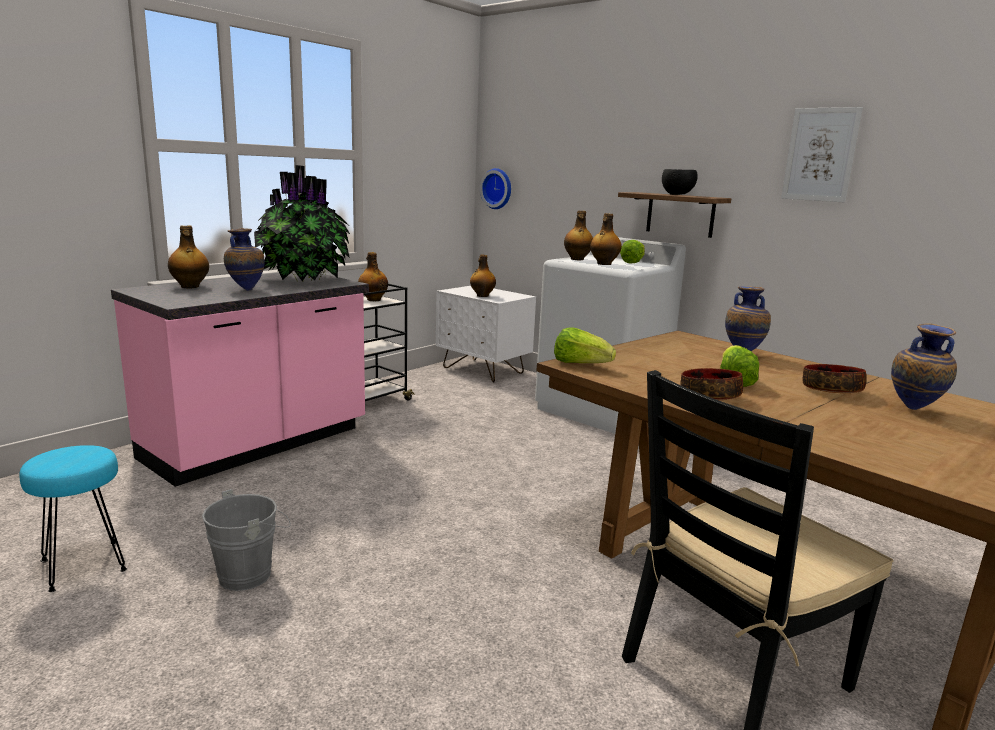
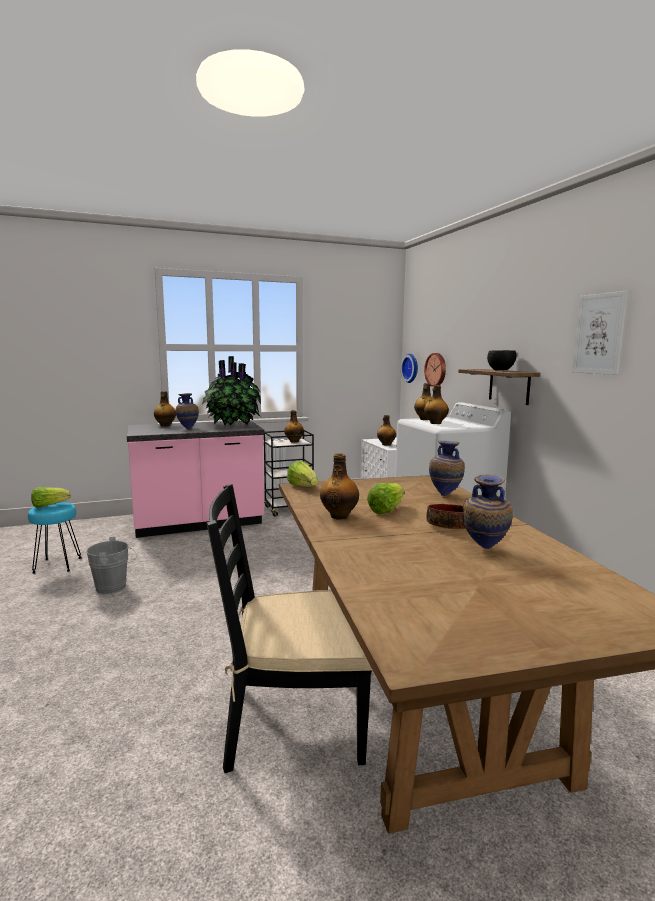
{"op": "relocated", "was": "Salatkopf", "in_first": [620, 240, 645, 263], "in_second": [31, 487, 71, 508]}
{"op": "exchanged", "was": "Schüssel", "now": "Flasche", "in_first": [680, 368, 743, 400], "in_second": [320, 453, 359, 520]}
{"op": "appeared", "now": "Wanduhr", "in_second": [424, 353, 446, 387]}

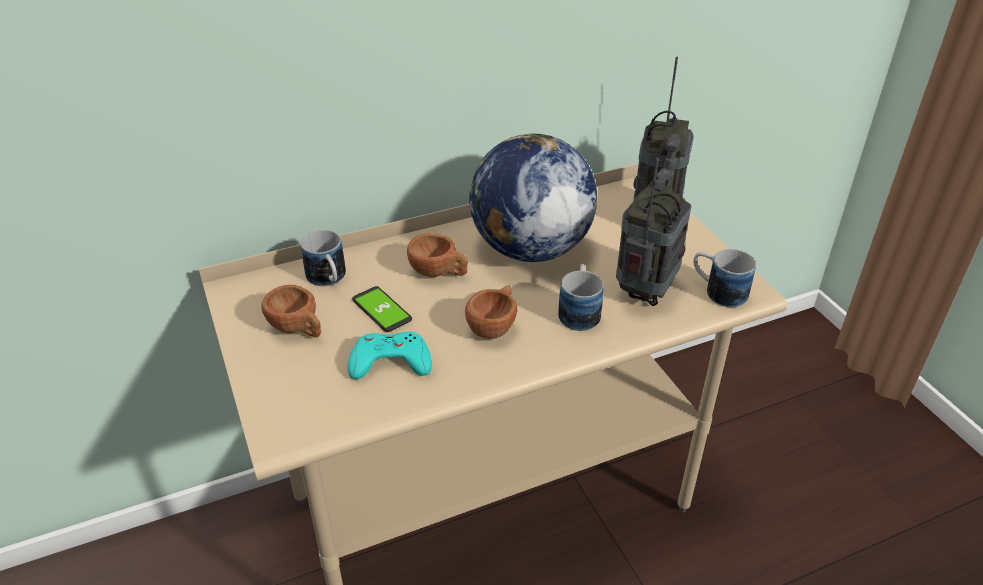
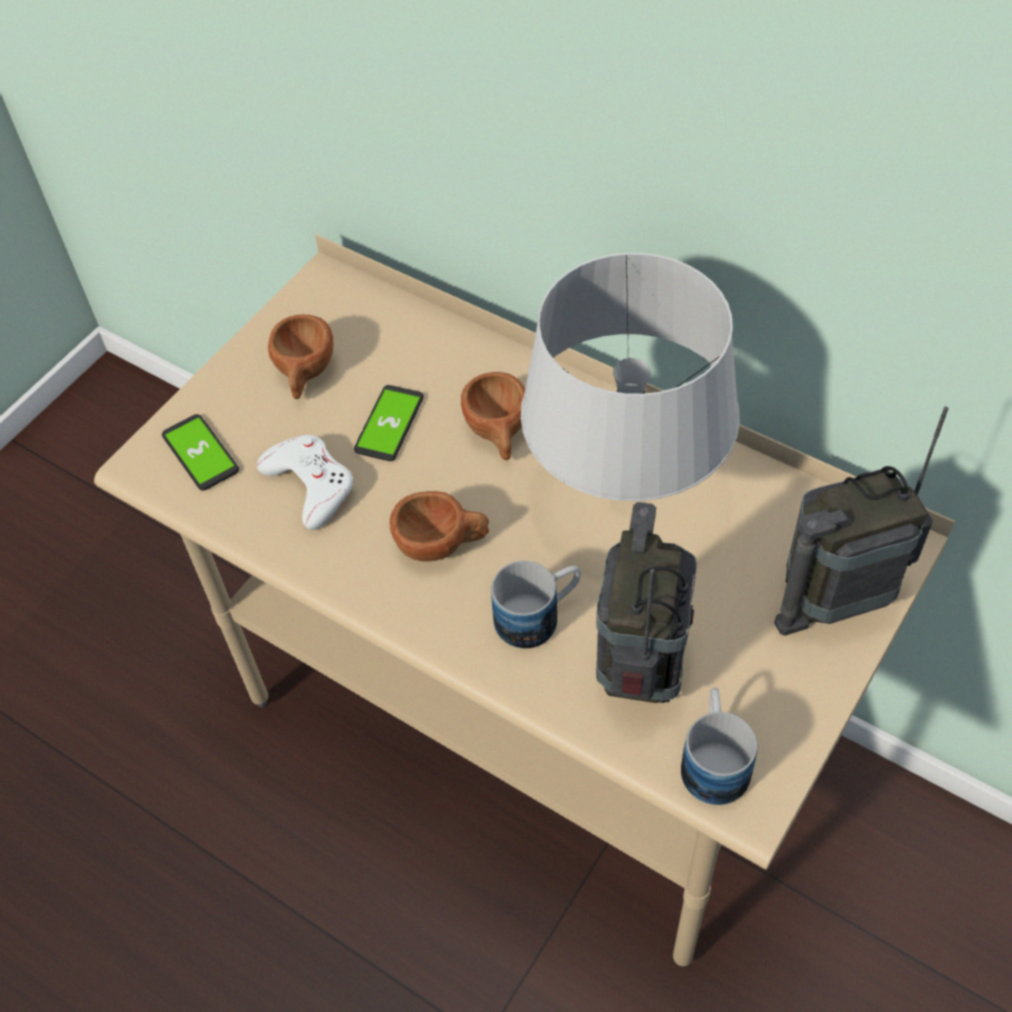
{"op": "appeared", "now": "Handy", "in_second": [162, 414, 239, 491]}
{"op": "colour", "was": "Gamepad [türkis]", "now": "Gamepad [weiß]", "in_first": [348, 332, 432, 379], "in_second": [257, 435, 353, 530]}
{"op": "exchanged", "was": "Globus", "now": "Tischlampe [grau]", "in_first": [469, 134, 597, 262], "in_second": [521, 253, 740, 501]}
{"op": "spun", "was": "Radio", "in_first": [616, 158, 691, 306], "in_second": [596, 502, 697, 703], "clockwise": -75}
{"op": "missing", "was": "Henkelbecher", "in_first": [301, 230, 346, 286]}

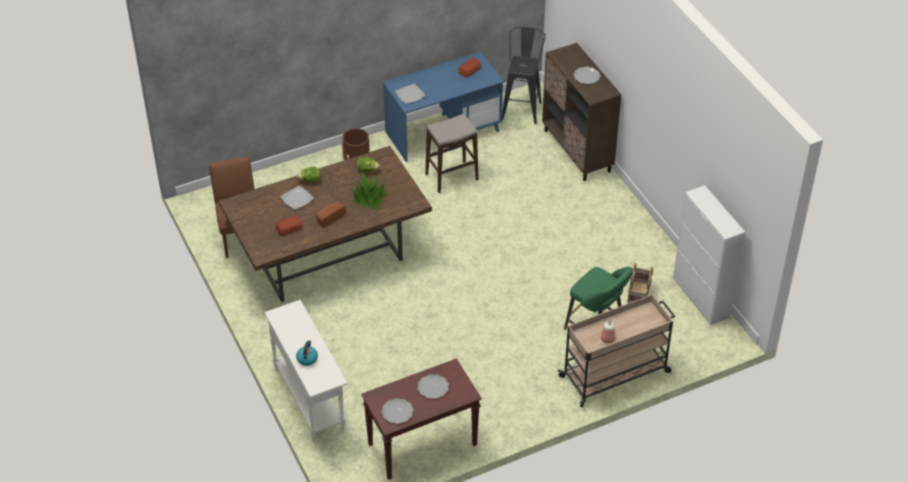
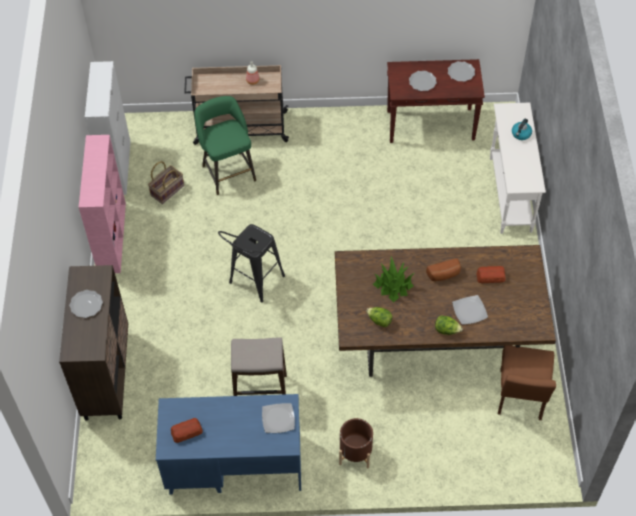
{"op": "appeared", "now": "Bücherregal [rosa]", "in_second": [79, 135, 126, 273]}
{"op": "relocated", "was": "Hocker [schwarz]", "in_first": [502, 27, 546, 124], "in_second": [218, 224, 285, 303]}

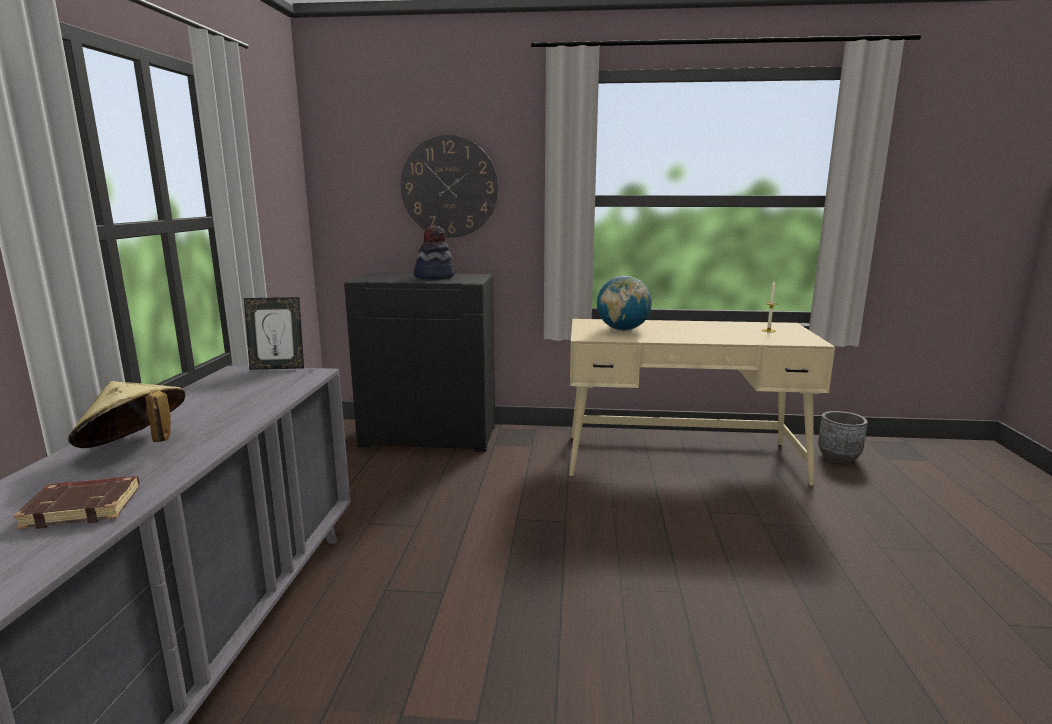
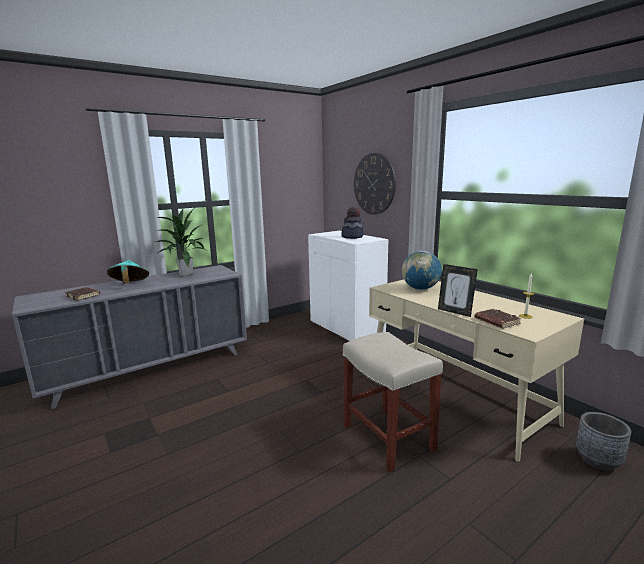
{"op": "colour", "was": "Hut [beige]", "now": "Hut [türkis]", "in_first": [68, 381, 185, 448], "in_second": [107, 260, 149, 283]}
{"op": "appeared", "now": "Topfpflanze", "in_second": [155, 209, 206, 277]}
{"op": "colour", "was": "Schrank [schwarz]", "now": "Schrank [weiß]", "in_first": [344, 273, 495, 452], "in_second": [308, 231, 388, 341]}
{"op": "appeared", "now": "Hocker [beige]", "in_second": [343, 332, 443, 472]}
{"op": "relocated", "was": "Bilderrahmen", "in_first": [244, 297, 304, 370], "in_second": [438, 264, 478, 317]}
{"op": "appeared", "now": "Buch [braun]", "in_second": [475, 309, 522, 329]}

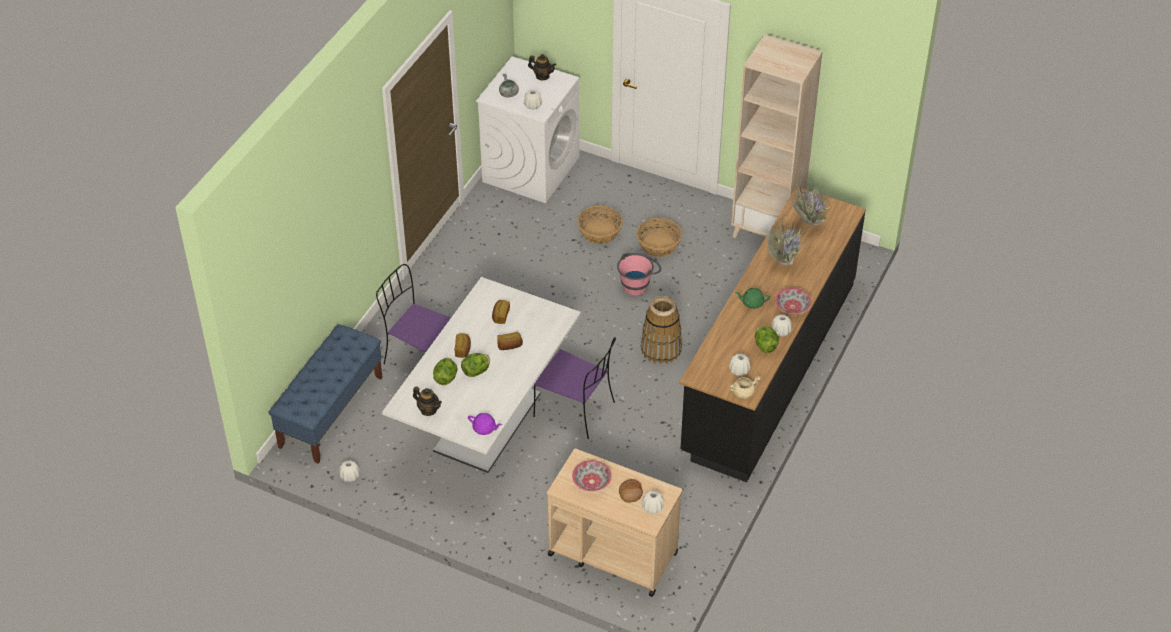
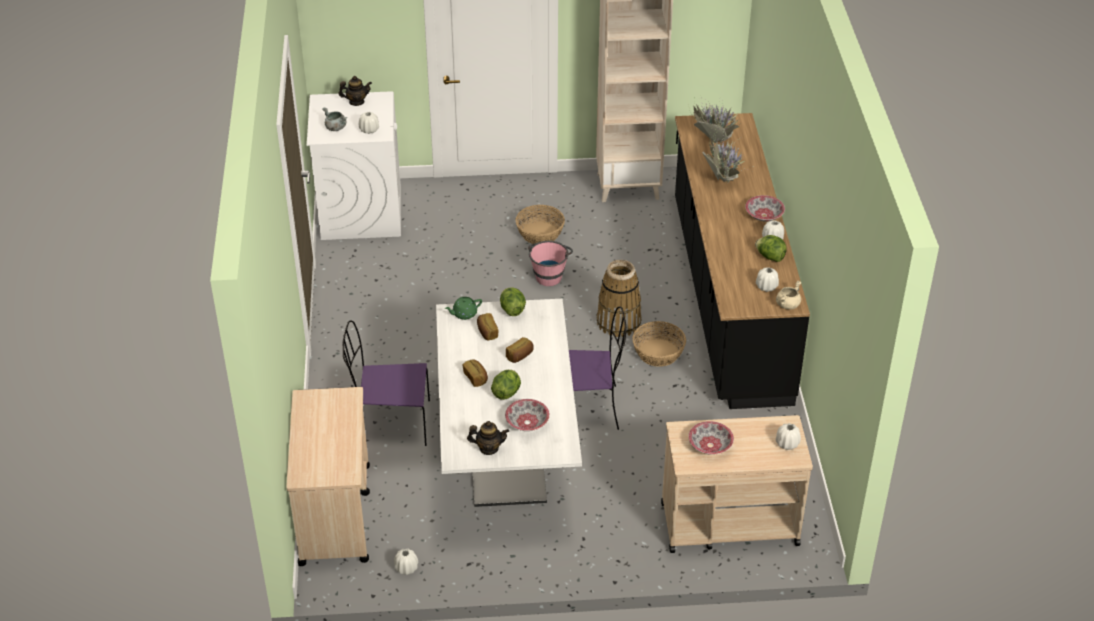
{"op": "exchanged", "was": "Bank [blau]", "now": "Rollwagen [beige]", "in_first": [269, 324, 383, 464], "in_second": [286, 387, 370, 566]}
{"op": "relocated", "was": "Teekanne [grün]", "in_first": [735, 288, 770, 309], "in_second": [445, 297, 482, 320]}
{"op": "relocated", "was": "Salatkopf", "in_first": [433, 358, 457, 385], "in_second": [500, 287, 526, 316]}
{"op": "appeared", "now": "Schüssel", "in_second": [505, 399, 550, 431]}
{"op": "relocated", "was": "Korb", "in_first": [577, 205, 623, 244], "in_second": [632, 321, 686, 367]}
{"op": "missing", "was": "Teekanne [lila]", "in_first": [468, 413, 502, 435]}
{"op": "missing", "was": "Brot", "in_first": [619, 479, 643, 503]}

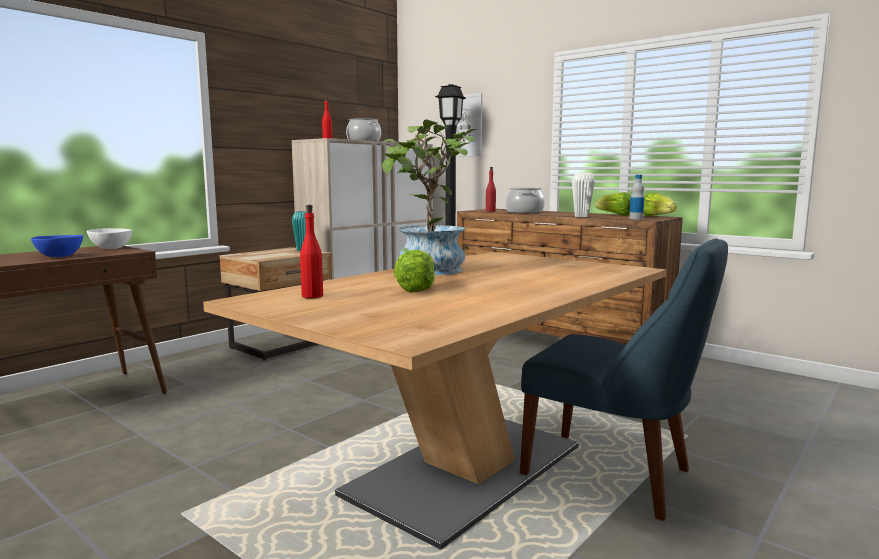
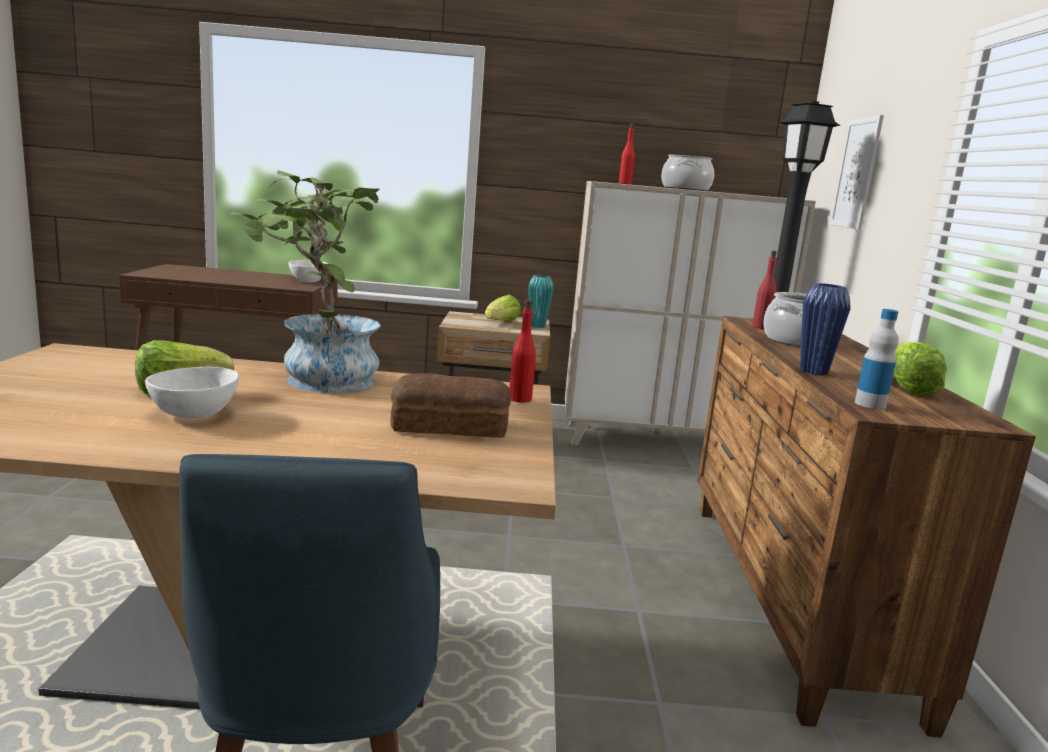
{"op": "appeared", "now": "Schüssel [weiß]", "in_second": [145, 367, 239, 418]}
{"op": "appeared", "now": "Brot", "in_second": [390, 373, 511, 438]}
{"op": "relocated", "was": "Salatkopf", "in_first": [643, 192, 677, 216], "in_second": [485, 294, 521, 321]}
{"op": "relocated", "was": "Flasche [rot]", "in_first": [300, 205, 323, 298], "in_second": [510, 299, 536, 403]}
{"op": "colour", "was": "Vase [weiß]", "now": "Vase [blau]", "in_first": [572, 172, 595, 217], "in_second": [800, 283, 850, 375]}
{"op": "missing", "was": "Schüssel [blau]", "in_first": [31, 235, 83, 257]}

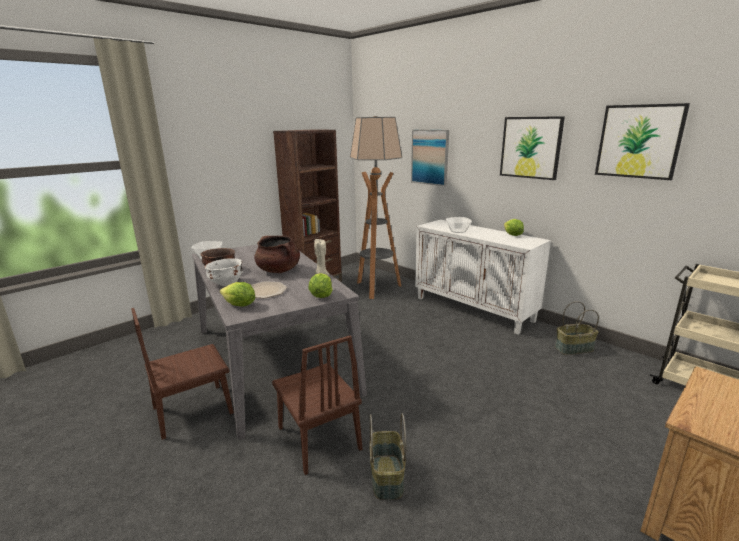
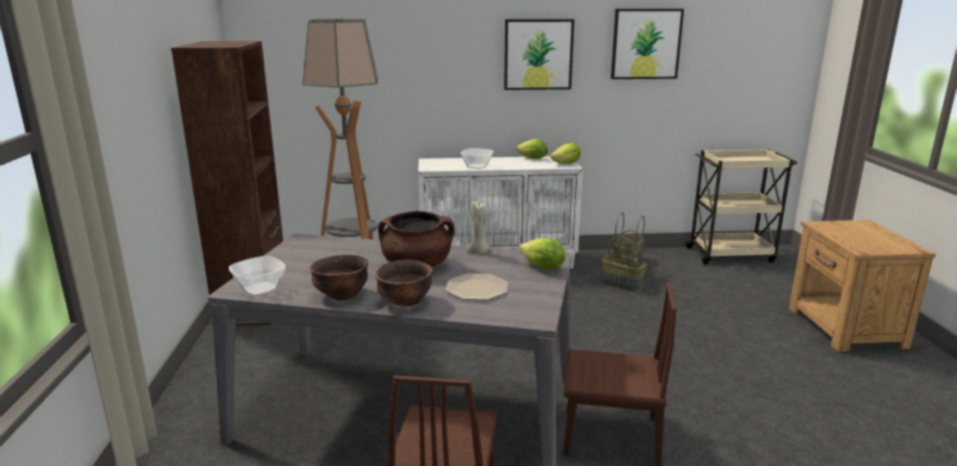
{"op": "colour", "was": "Schüssel [weiß]", "now": "Schüssel [braun]", "in_first": [204, 258, 243, 286], "in_second": [375, 259, 432, 306]}
{"op": "relocated", "was": "Salatkopf", "in_first": [220, 282, 255, 307], "in_second": [550, 143, 581, 164]}
{"op": "relocated", "was": "Korb", "in_first": [369, 413, 406, 500], "in_second": [601, 230, 647, 292]}
{"op": "missing", "was": "Bild", "in_first": [411, 130, 449, 186]}

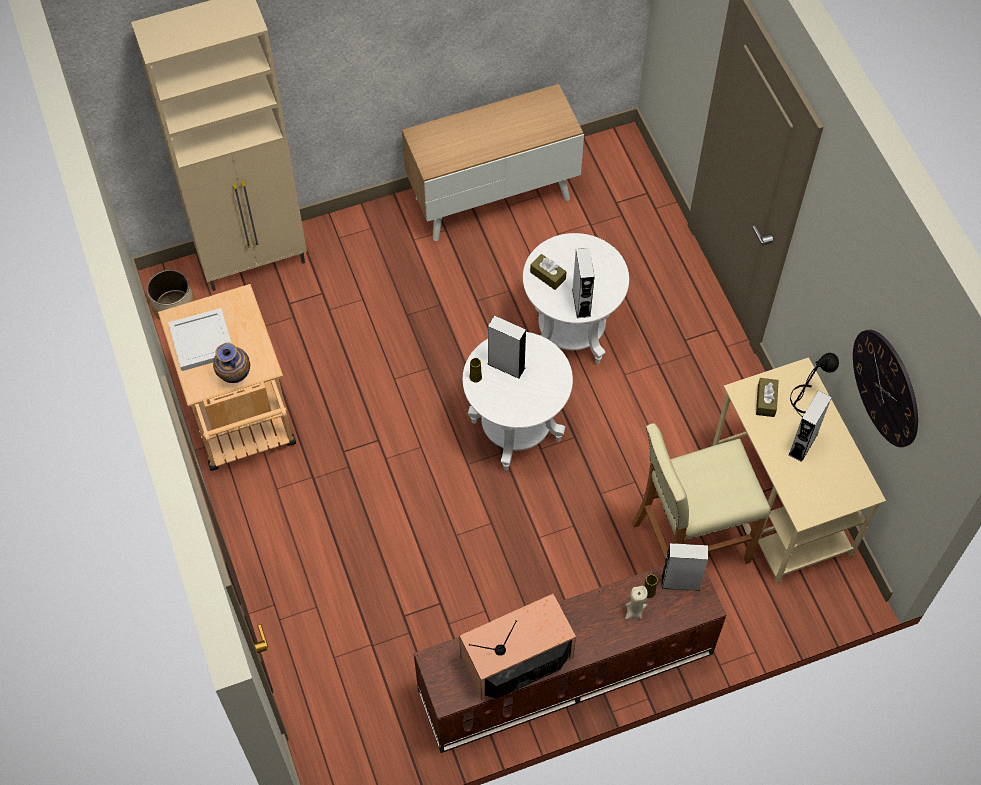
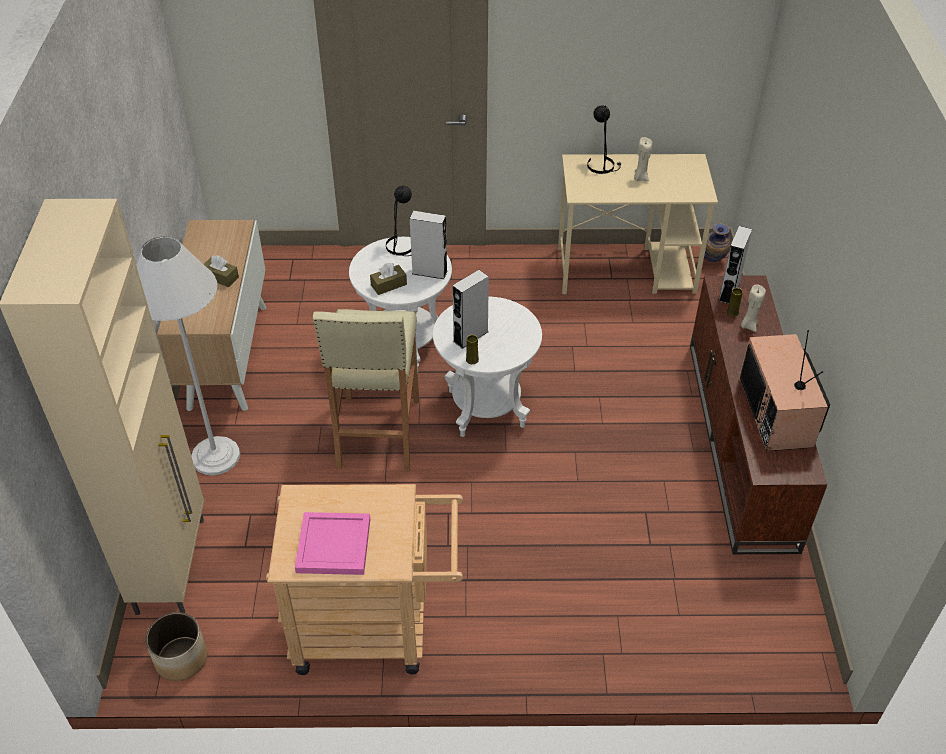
{"op": "appeared", "now": "Stehlampe [weiß]", "in_second": [136, 236, 240, 475]}
{"op": "relocated", "was": "Taschentuchbox [braun]", "in_first": [756, 378, 779, 417], "in_second": [204, 255, 239, 287]}
{"op": "colour", "was": "Tablett [weiß]", "now": "Tablett [rosa]", "in_first": [168, 308, 231, 371], "in_second": [295, 512, 370, 575]}
{"op": "relocated", "was": "Hocker [beige]", "in_first": [632, 423, 771, 564], "in_second": [313, 309, 419, 472]}
{"op": "appeared", "now": "Tischlampe [schwarz]", "in_second": [386, 186, 412, 256]}
{"op": "exchanged", "was": "Lautsprecher [grau]", "now": "Kerze [beige]", "in_first": [789, 390, 832, 462], "in_second": [634, 137, 653, 182]}
{"op": "relocated", "was": "Vase", "in_first": [213, 343, 250, 383], "in_second": [704, 223, 731, 262]}
{"op": "missing", "was": "Wanduhr", "in_first": [853, 330, 918, 447]}

